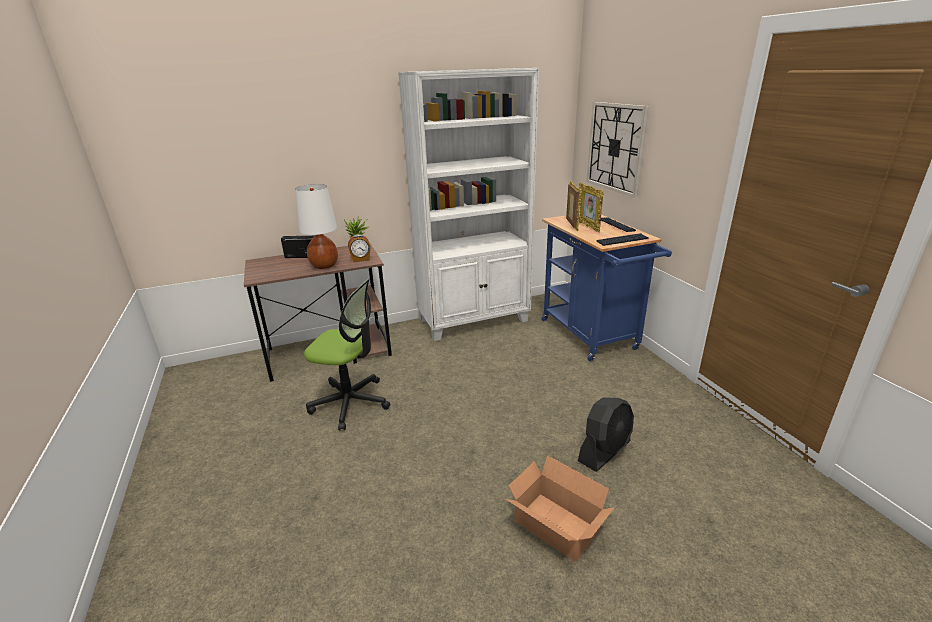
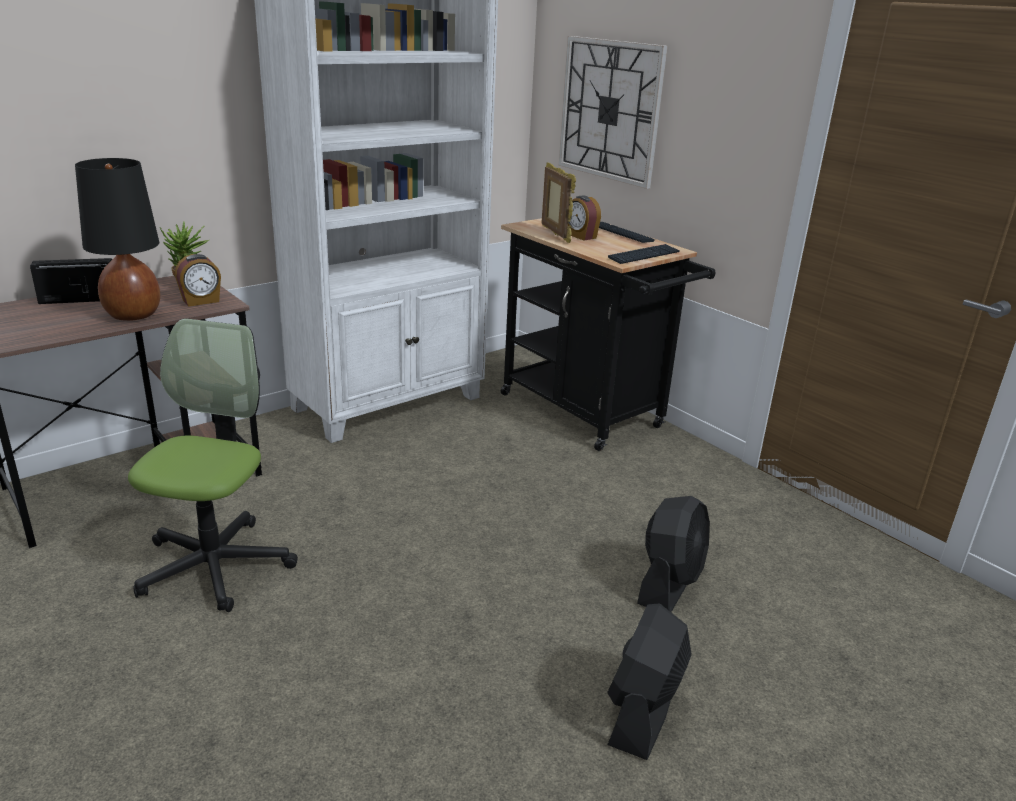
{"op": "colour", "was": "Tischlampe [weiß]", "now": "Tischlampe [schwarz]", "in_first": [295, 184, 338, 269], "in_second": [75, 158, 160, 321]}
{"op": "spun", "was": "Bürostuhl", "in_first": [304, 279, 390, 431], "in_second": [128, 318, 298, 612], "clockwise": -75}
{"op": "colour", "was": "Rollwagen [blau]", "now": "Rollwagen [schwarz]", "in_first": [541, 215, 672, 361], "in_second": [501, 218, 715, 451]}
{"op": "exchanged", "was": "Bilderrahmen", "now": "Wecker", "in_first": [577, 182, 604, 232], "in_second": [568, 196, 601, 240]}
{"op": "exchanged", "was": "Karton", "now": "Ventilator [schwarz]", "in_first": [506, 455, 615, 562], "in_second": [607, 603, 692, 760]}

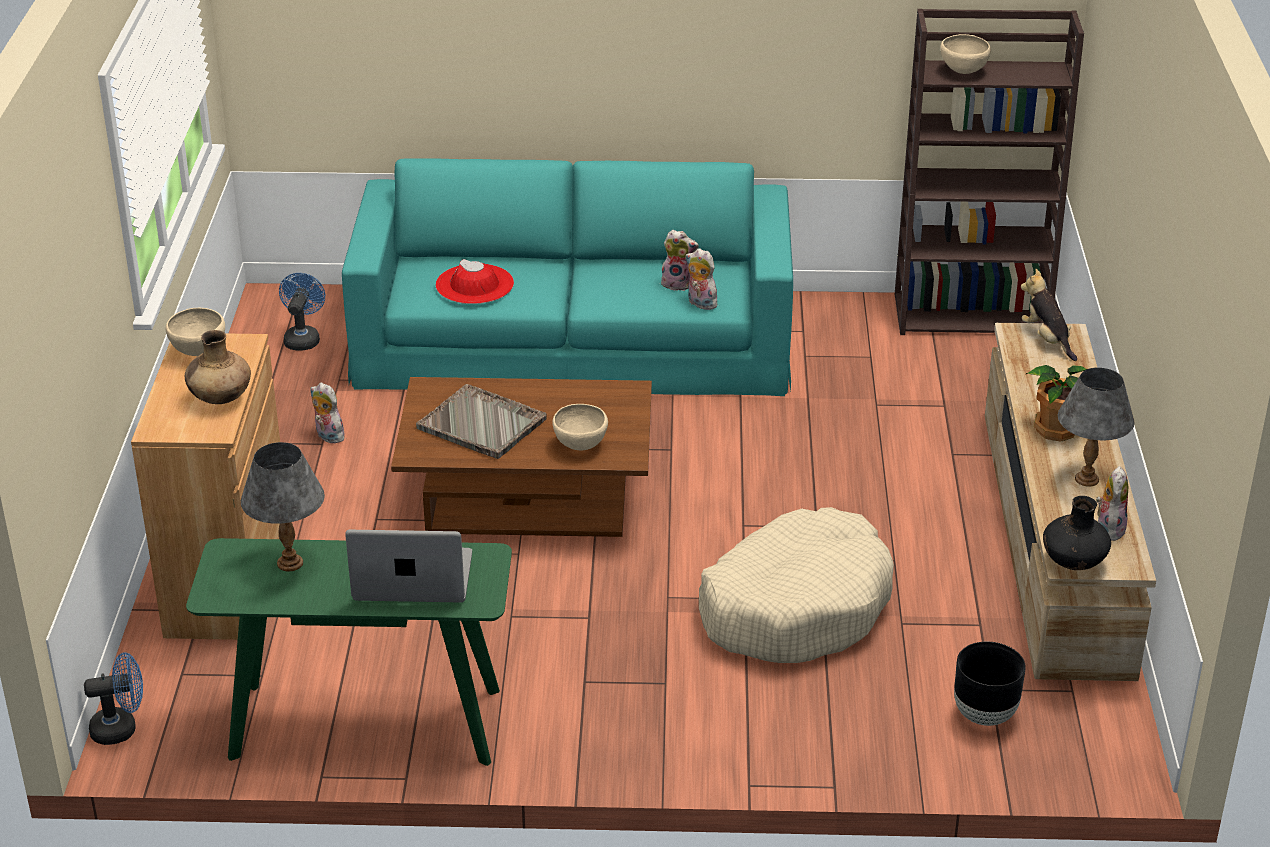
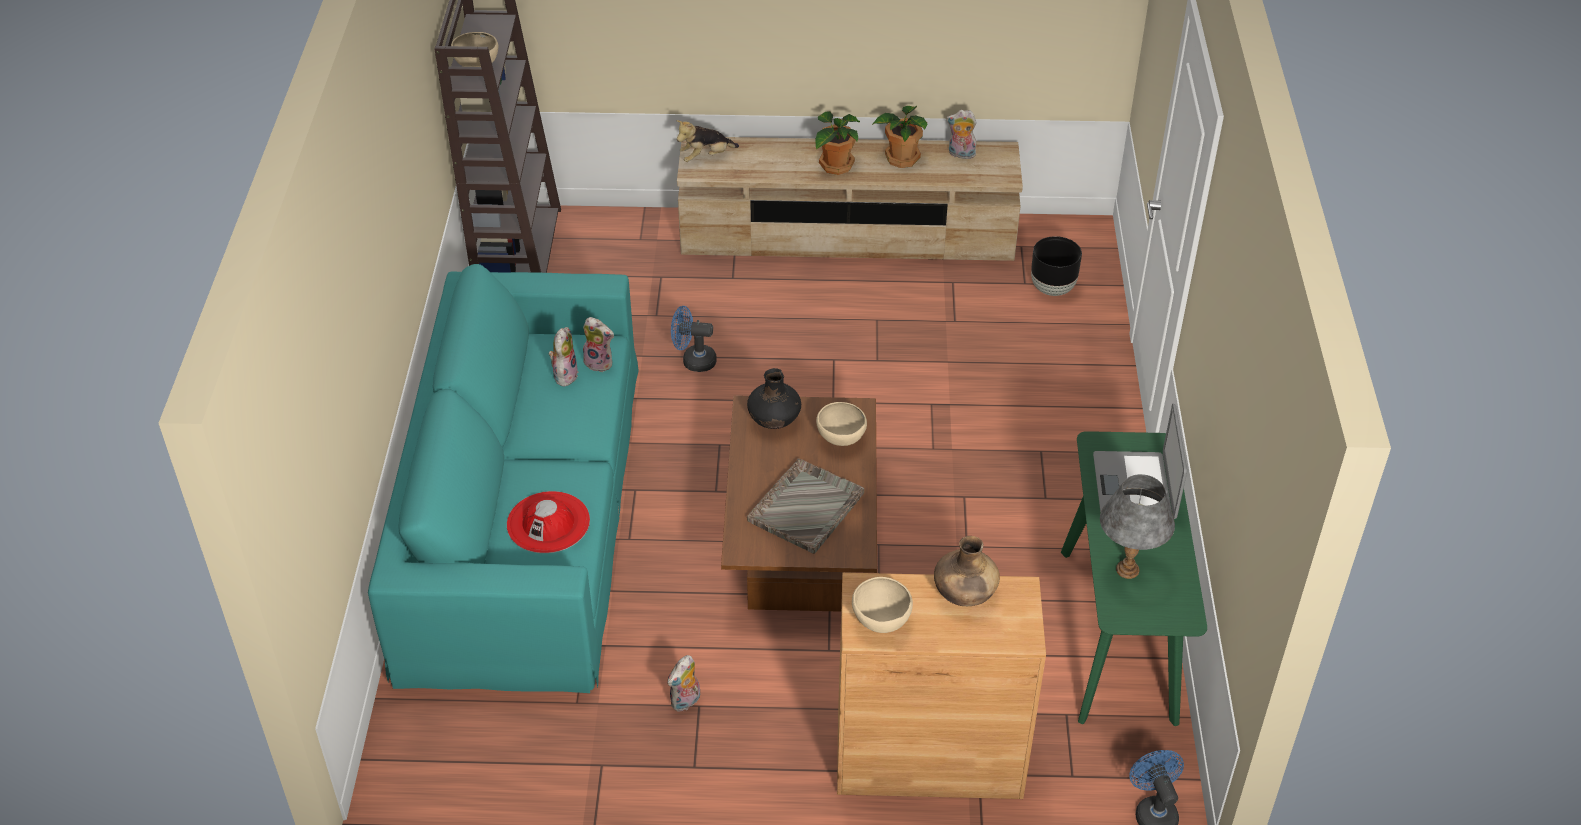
{"op": "spun", "was": "Plüschtier", "in_first": [685, 248, 720, 310], "in_second": [583, 317, 614, 372], "clockwise": -105}
{"op": "relocated", "was": "Ventilator [blau]", "in_first": [279, 273, 325, 351], "in_second": [671, 306, 717, 372]}
{"op": "relocated", "was": "Vase [schwarz]", "in_first": [1043, 496, 1111, 570], "in_second": [747, 368, 801, 429]}
{"op": "exchanged", "was": "Tischlampe [grau]", "now": "Topfpflanze", "in_first": [1058, 367, 1135, 487], "in_second": [872, 106, 927, 168]}
{"op": "missing", "was": "Hundebett [beige]", "in_first": [699, 507, 894, 663]}

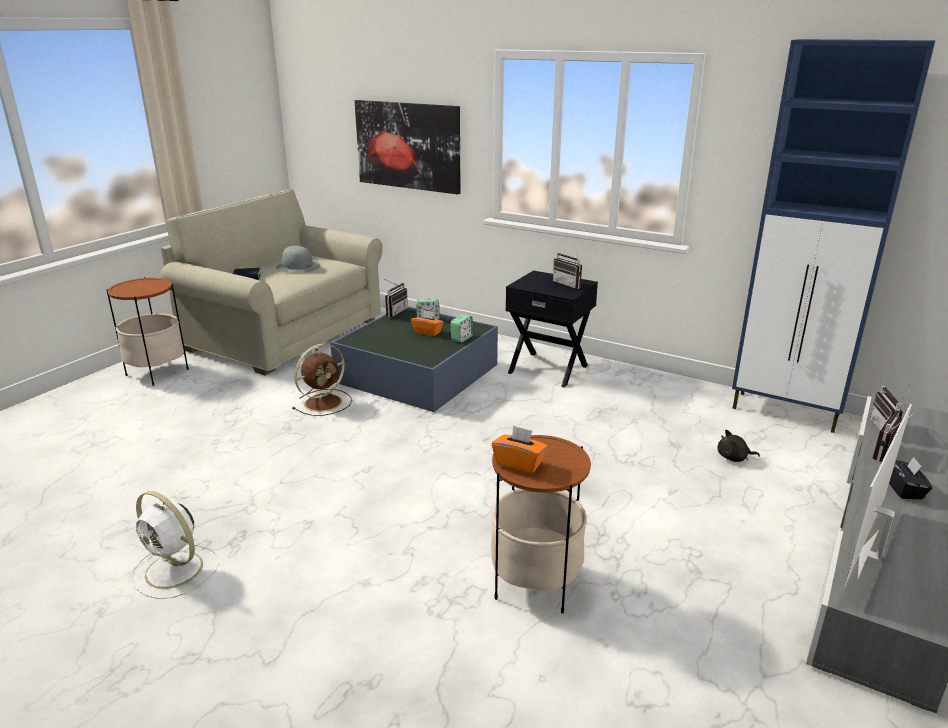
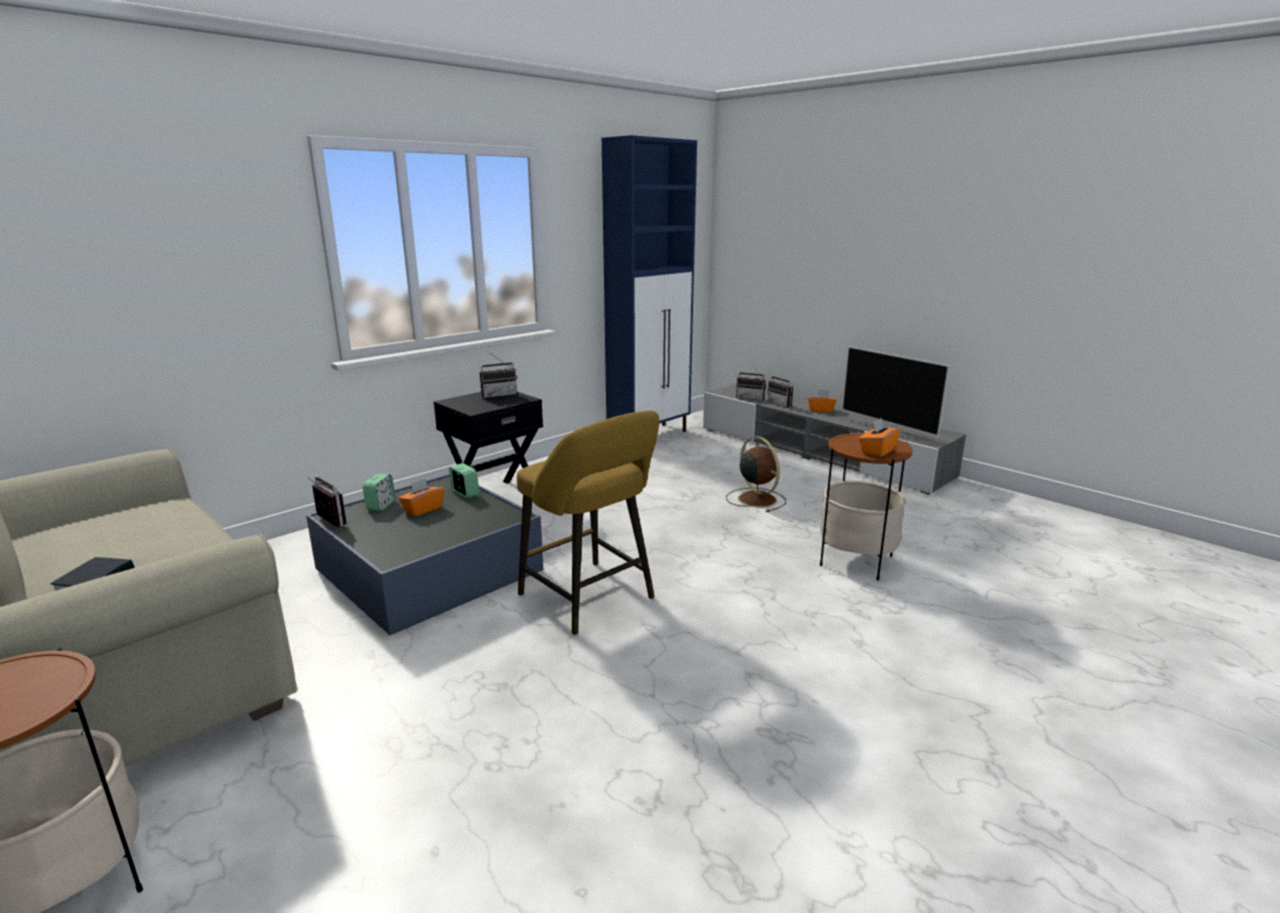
{"op": "appeared", "now": "Hocker [gelb]", "in_second": [517, 410, 659, 635]}
{"op": "relocated", "was": "Ventilator [braun]", "in_first": [292, 343, 352, 416], "in_second": [726, 436, 786, 512]}
{"op": "colour", "was": "Taschentuchbox [schwarz]", "now": "Taschentuchbox [orange]", "in_first": [889, 457, 932, 499], "in_second": [808, 389, 837, 413]}
{"op": "missing", "was": "Ventilator [weiß]", "in_first": [131, 491, 219, 599]}
{"op": "missing", "was": "Hut [grau]", "in_first": [276, 246, 320, 272]}
{"op": "missing", "was": "Bild", "in_first": [355, 100, 461, 194]}
{"op": "missing", "was": "Plüschtier [schwarz]", "in_first": [718, 430, 760, 462]}

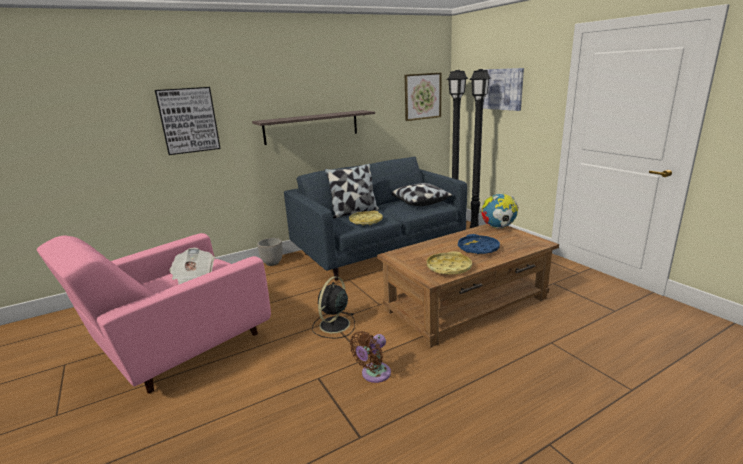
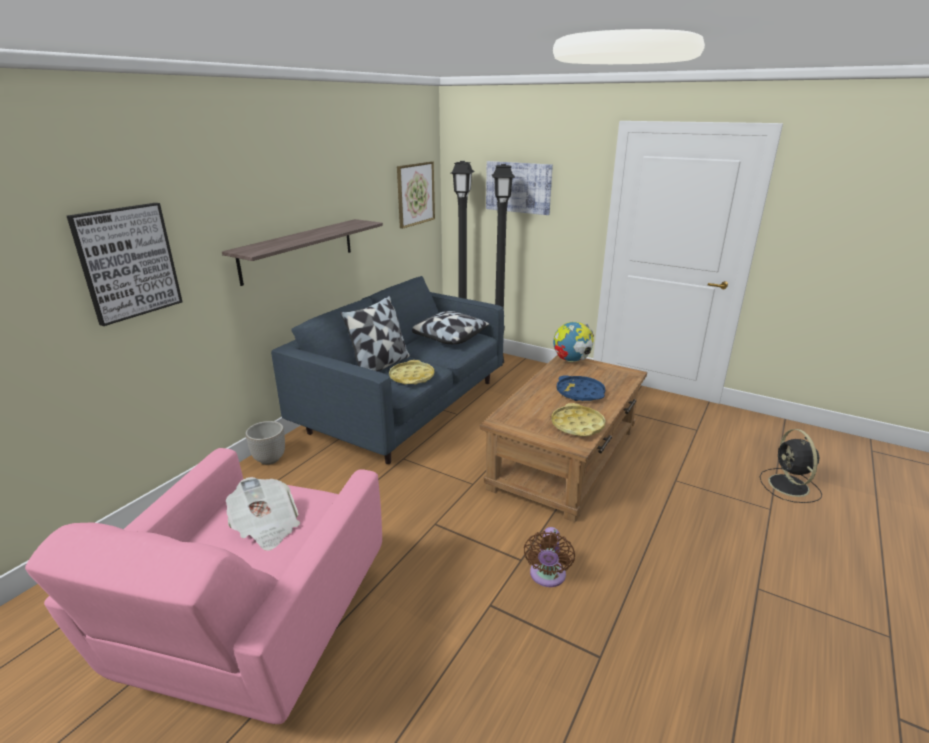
{"op": "relocated", "was": "Ventilator [schwarz]", "in_first": [312, 276, 355, 338], "in_second": [760, 429, 822, 503]}

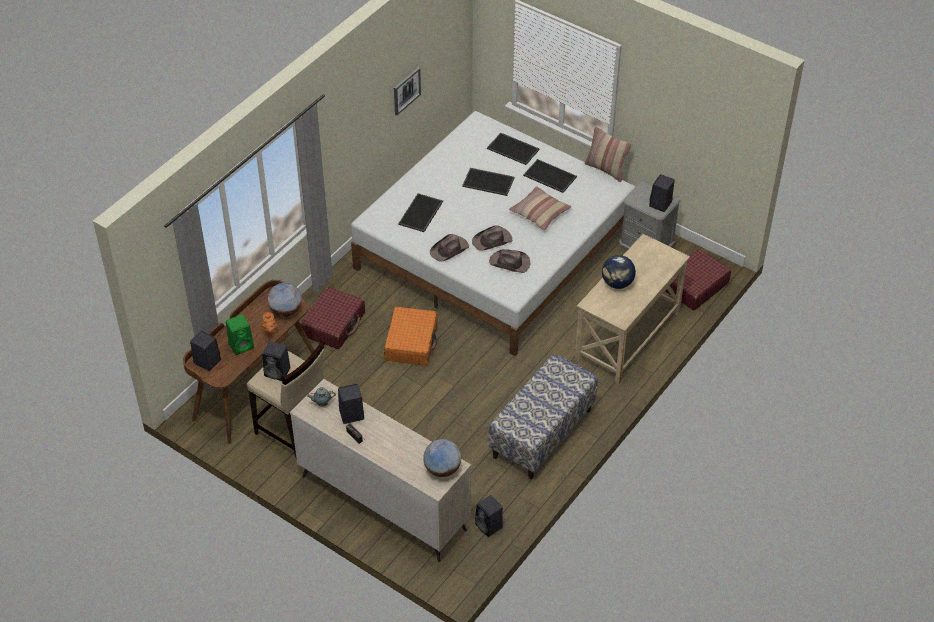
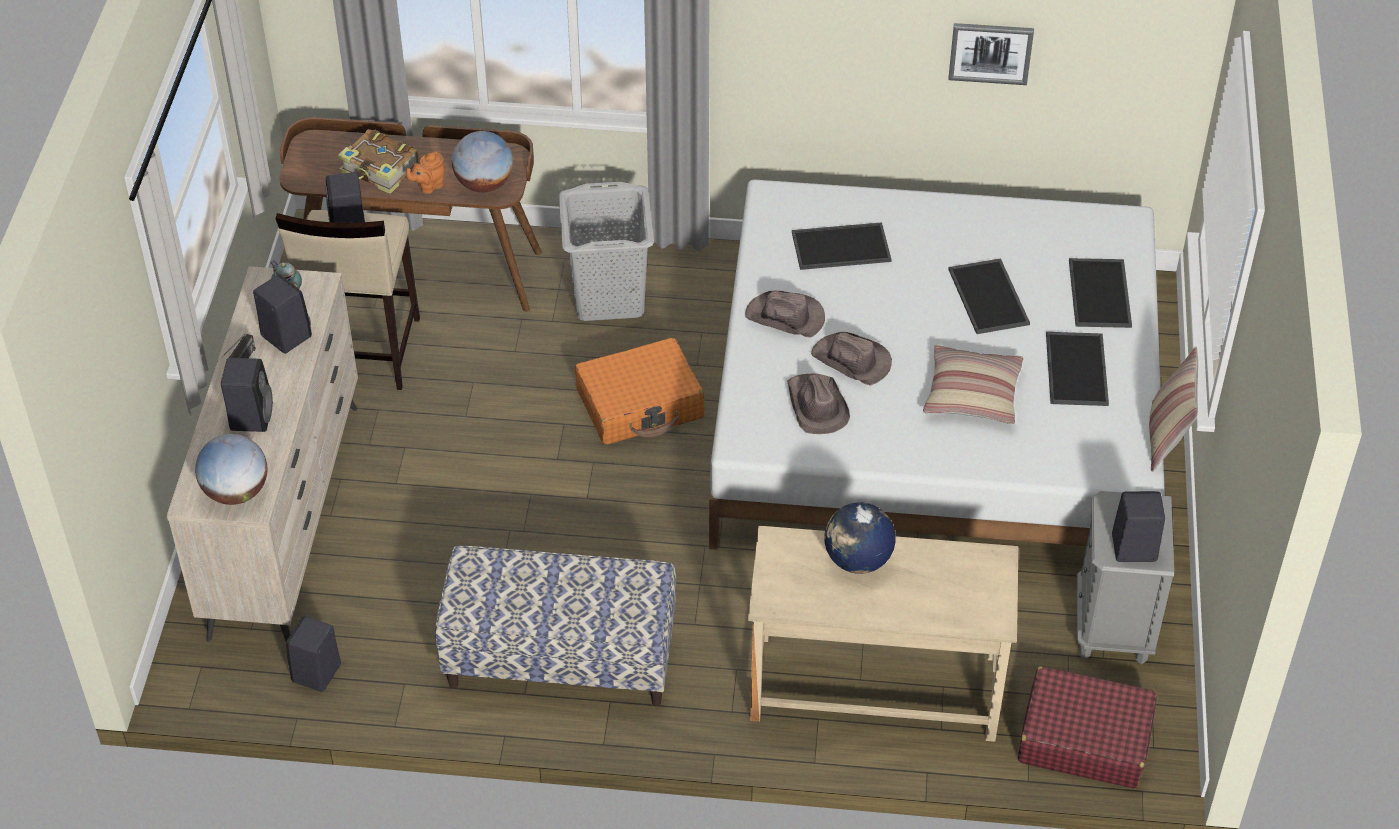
{"op": "relocated", "was": "Lautsprecher [schwarz]", "in_first": [190, 331, 221, 371], "in_second": [221, 358, 273, 432]}
{"op": "exchanged", "was": "Lautsprecher [grün]", "now": "Buch", "in_first": [226, 314, 254, 355], "in_second": [338, 129, 419, 194]}
{"op": "exchanged", "was": "Koffer [rot]", "now": "Wäschekorb [grau]", "in_first": [300, 286, 365, 349], "in_second": [559, 182, 654, 321]}

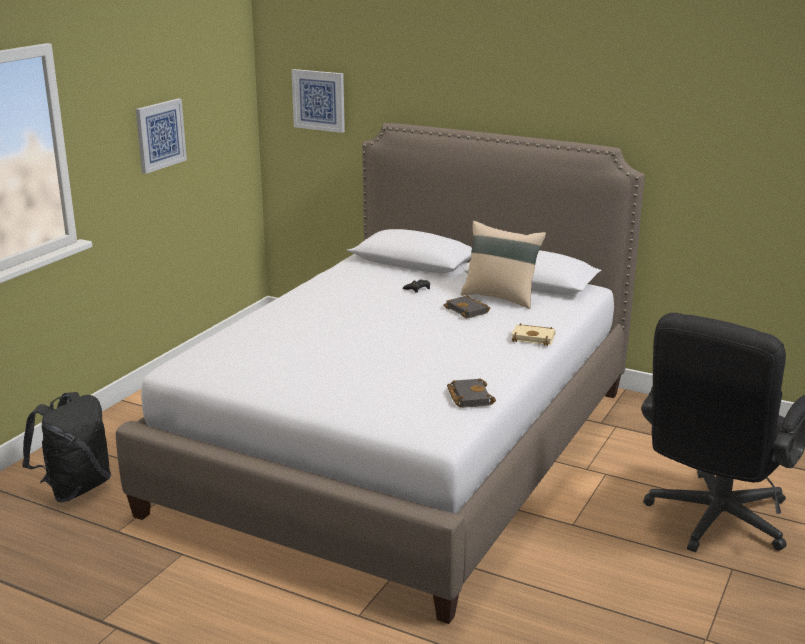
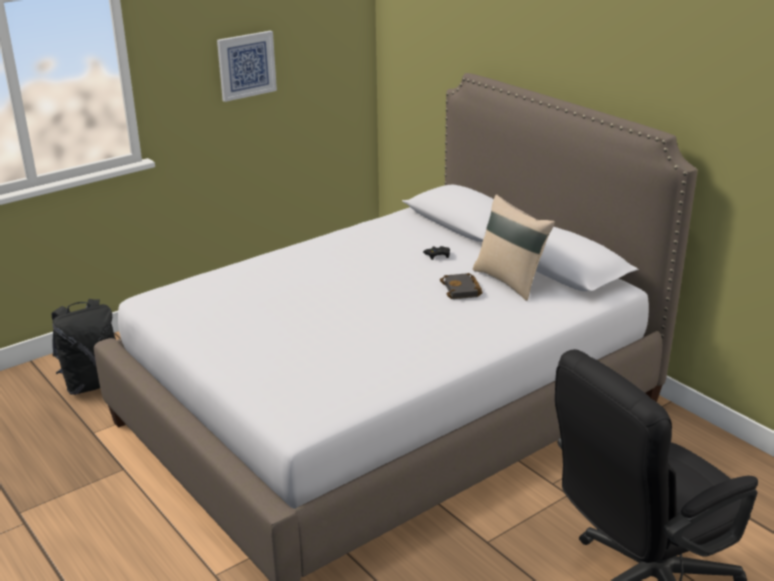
{"op": "missing", "was": "Bild", "in_first": [291, 69, 345, 133]}
{"op": "missing", "was": "Buch [schwarz]", "in_first": [447, 378, 496, 408]}
{"op": "missing", "was": "Buch [beige]", "in_first": [511, 323, 556, 346]}

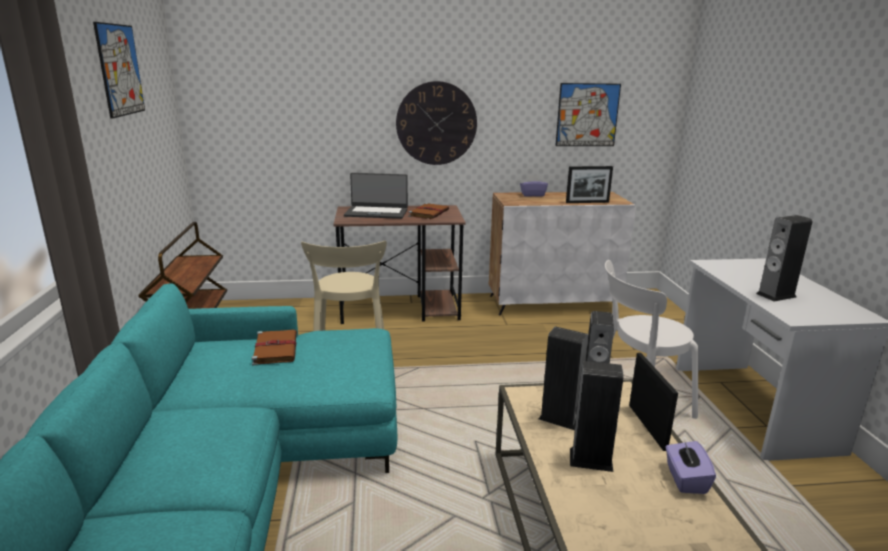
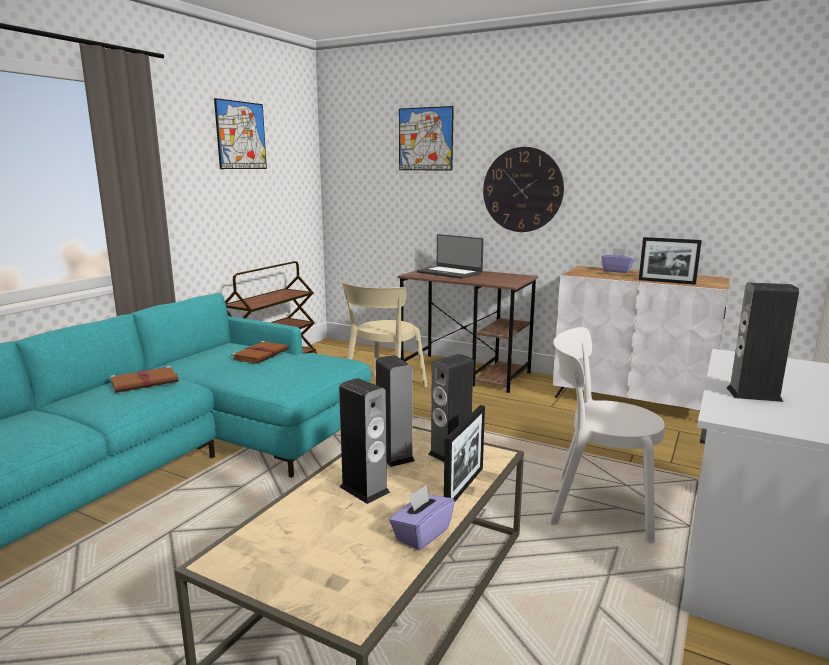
{"op": "relocated", "was": "Buch [braun]", "in_first": [408, 203, 449, 219], "in_second": [110, 366, 179, 393]}
{"op": "relocated", "was": "Bild", "in_first": [555, 83, 621, 146], "in_second": [399, 106, 454, 170]}

